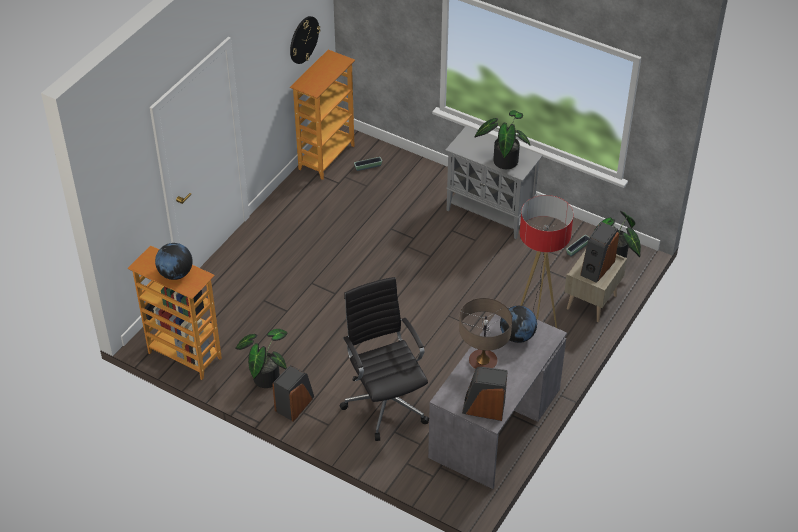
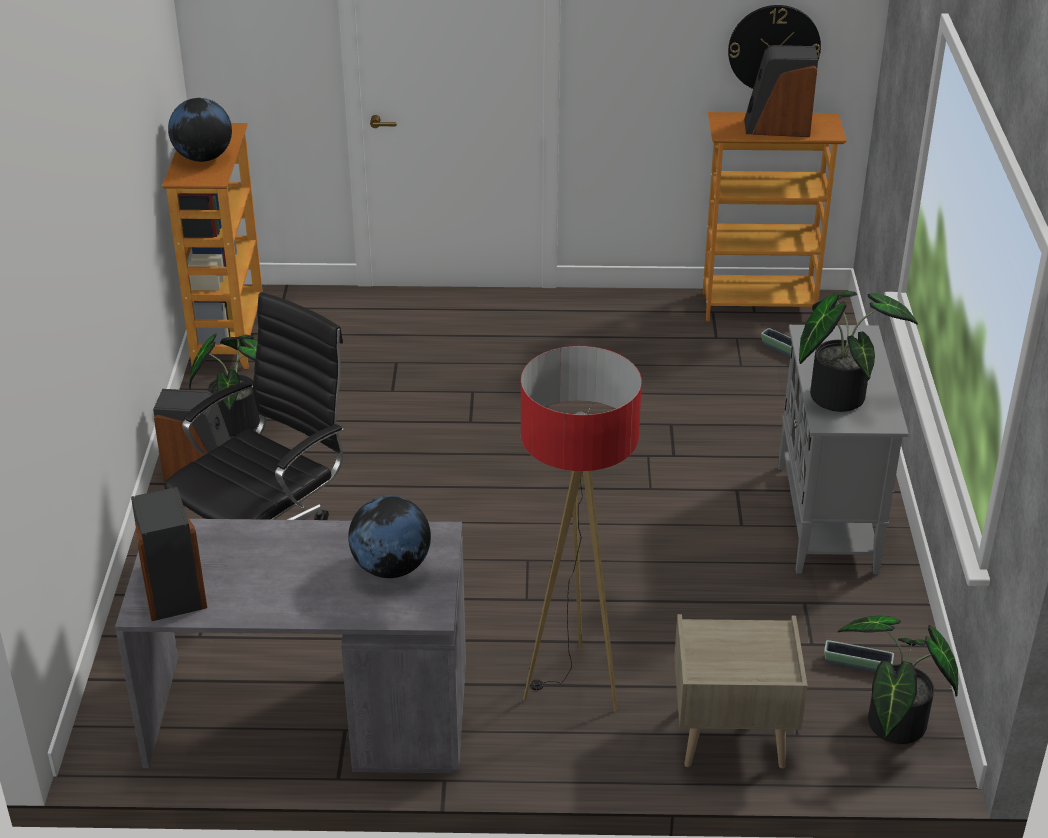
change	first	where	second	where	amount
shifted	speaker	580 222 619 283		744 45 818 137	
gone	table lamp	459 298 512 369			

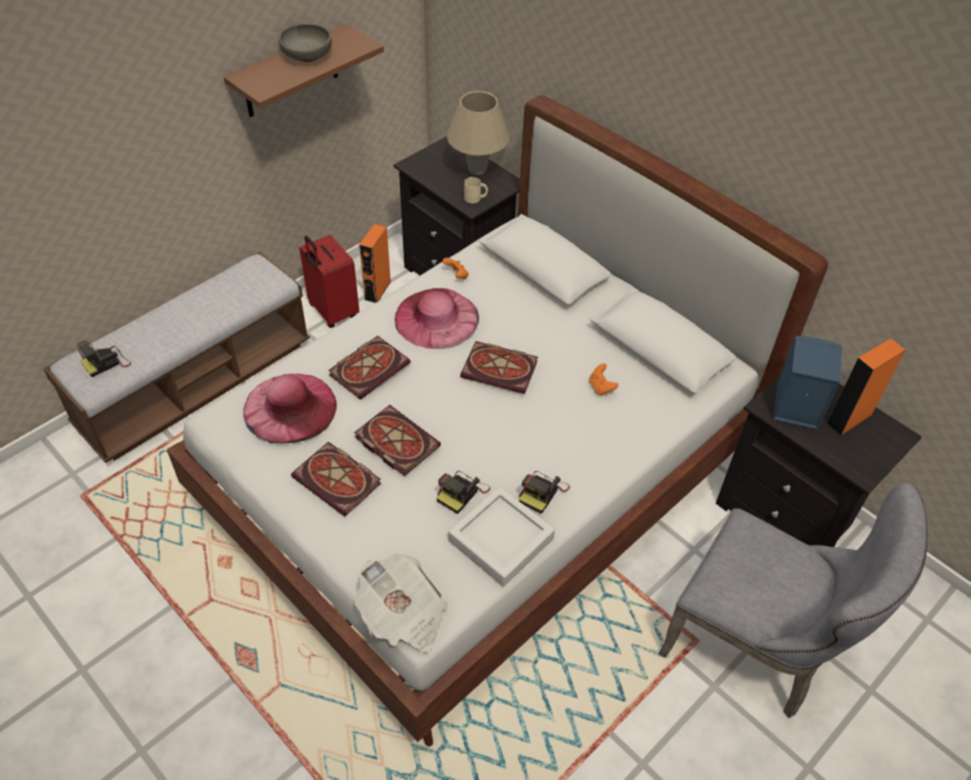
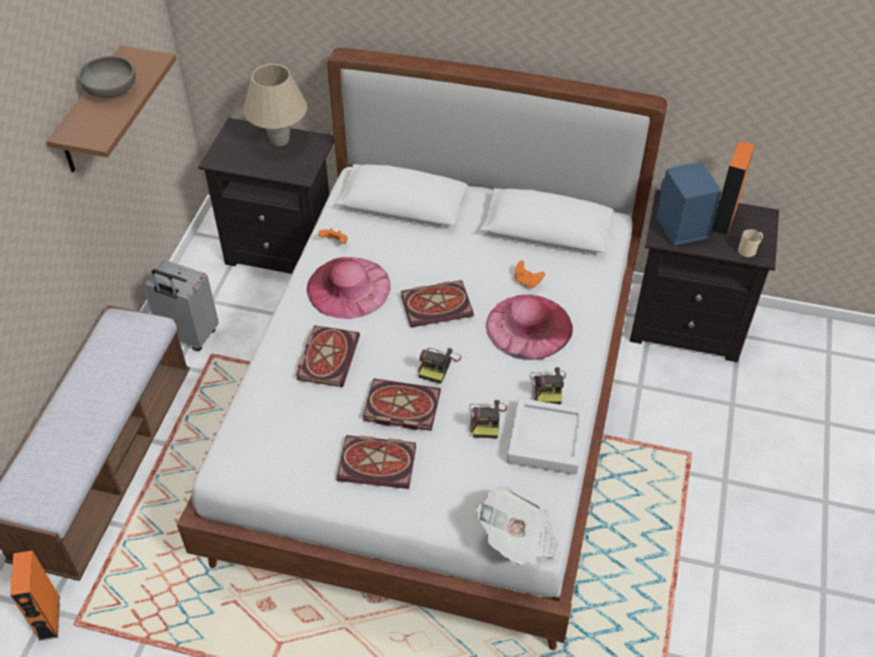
change	first	where	second	where	amount
shifted	beige mug	464 177 488 203		738 229 763 257	
shifted	orange speaker	359 224 391 303		10 550 60 641	
repainted	red suitcase	299 235 359 328	grey suitcase	143 260 219 351	
shifted	photo camera	77 341 131 377		418 348 461 384	
shifted	pink hat	243 373 337 443		486 295 573 360	
gone	grey chair	658 483 928 718			

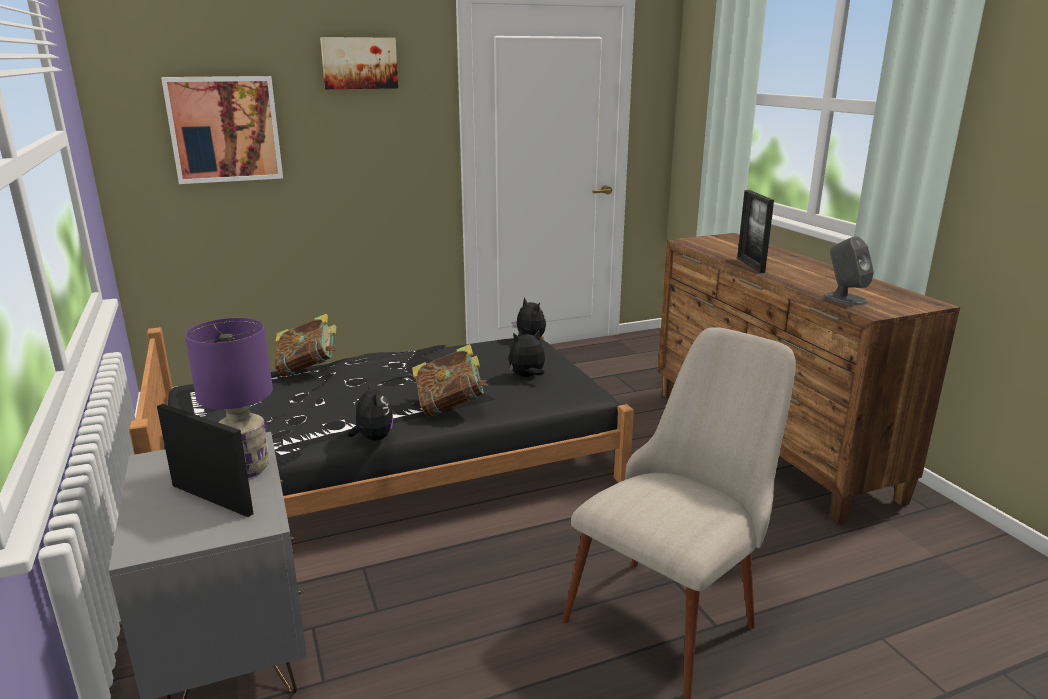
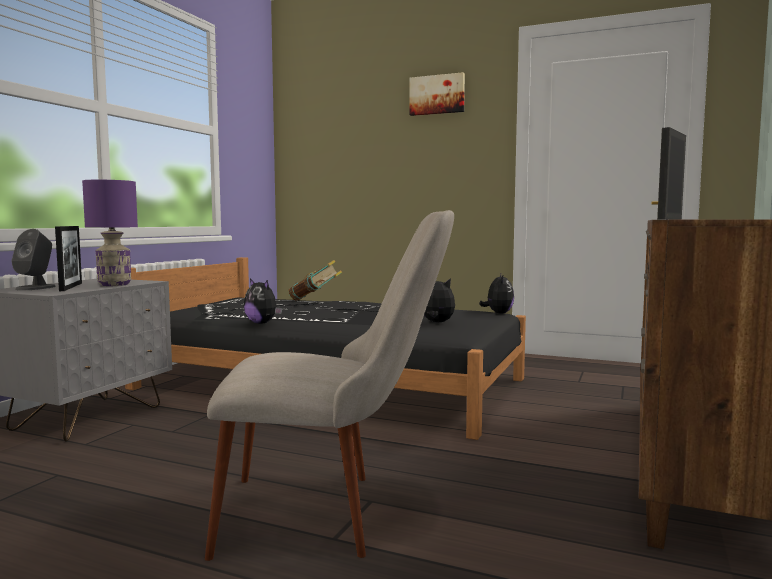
change	first	where	second	where	amount
gone	picture	161 76 283 184			
shifted	grey speaker	823 236 874 306		12 229 56 290	
gone	book	412 344 489 417			
rotated	plush toy	346 382 393 441		244 279 282 324	105 degrees clockwise

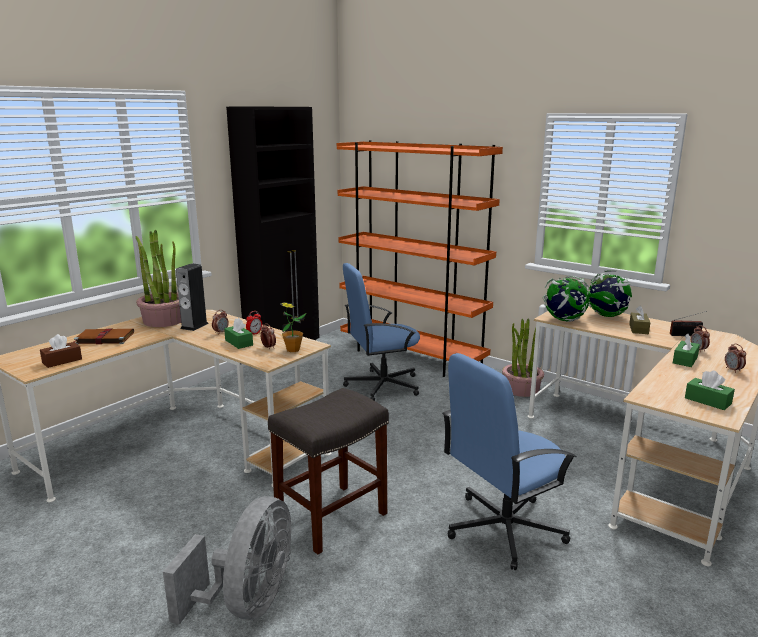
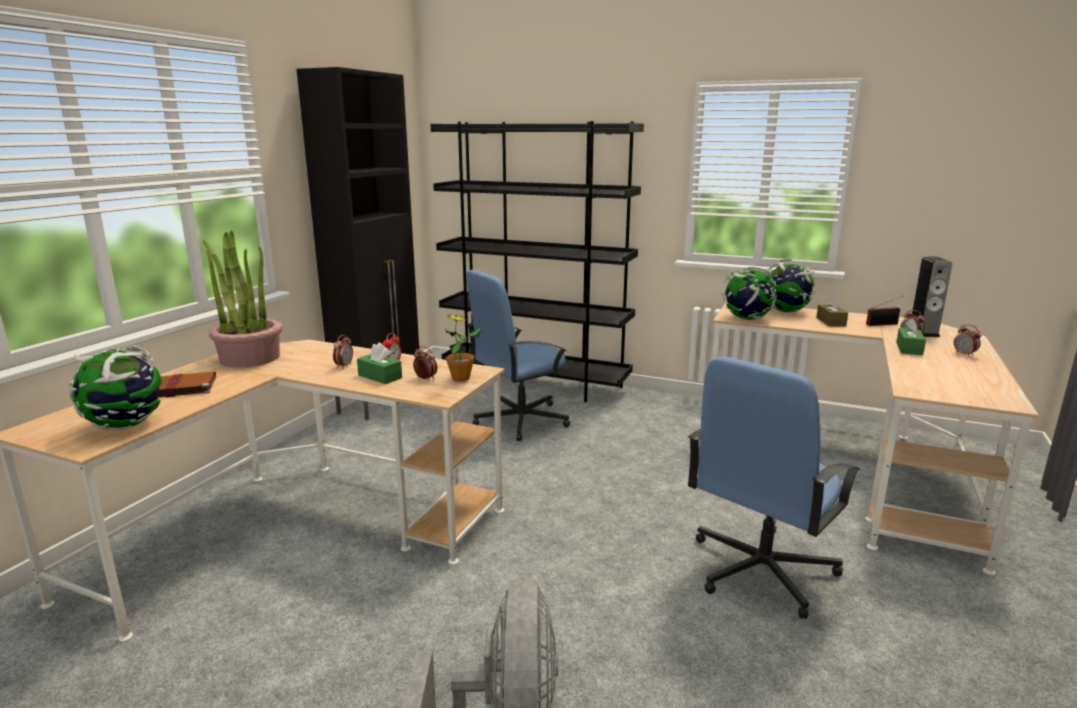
change	first	where	second	where	amount
repainted	orange bookcase	337 140 503 377	black bookcase	431 121 644 402	
shifted	speaker	176 263 209 331		912 256 952 337	
gone	potted plant	502 318 544 397			
swapped	brown tissue box	40 334 82 368	globe	69 345 162 430	
gone	green tissue box	685 371 735 410			
gone	grey stool	268 388 389 555			

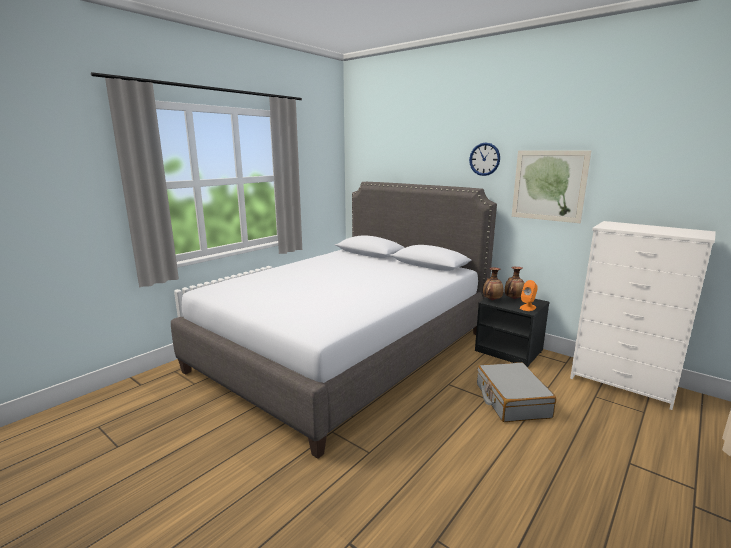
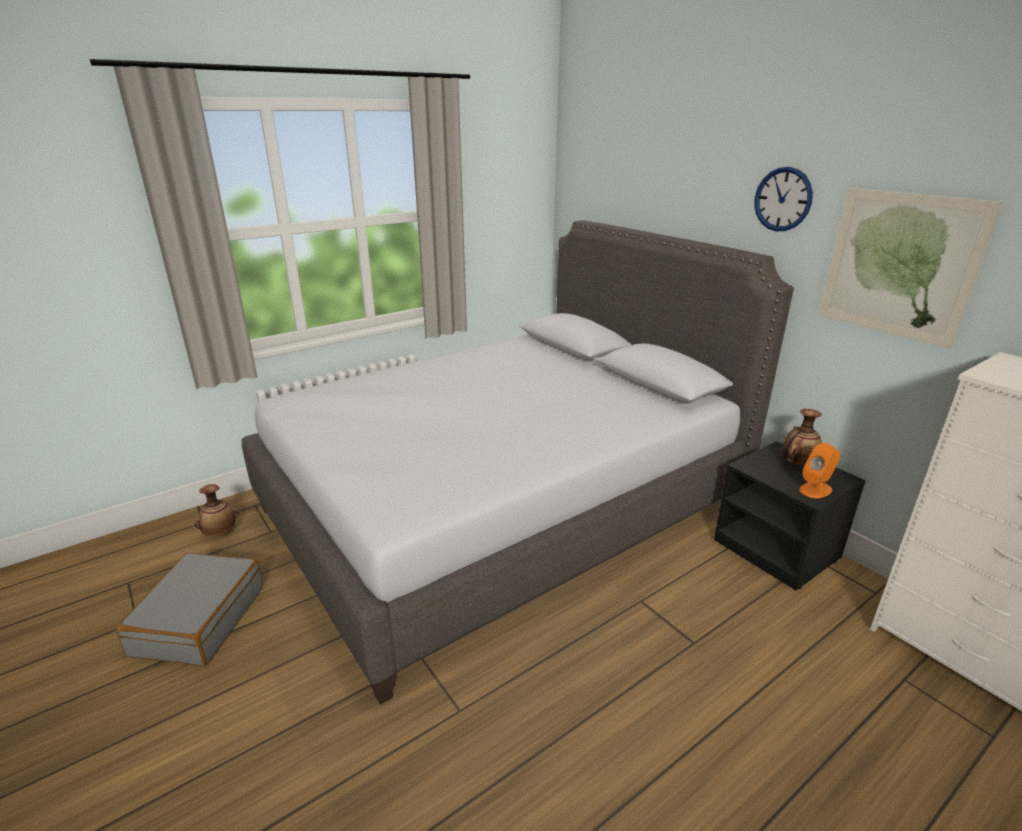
change	first	where	second	where	amount
shifted	vase	483 268 503 300		195 484 239 536	
shifted	grey suitcase	477 362 556 422		116 553 263 666	

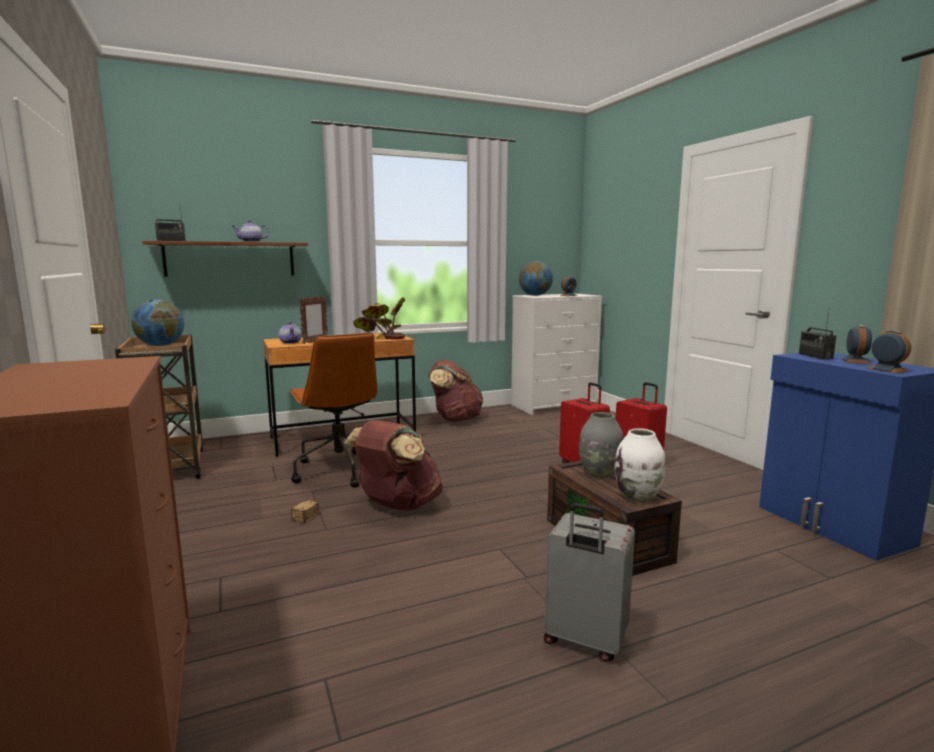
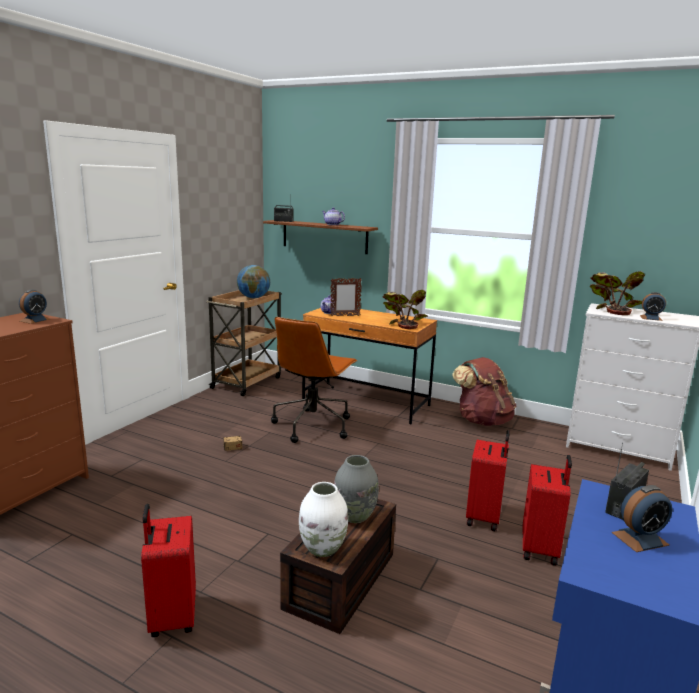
change	first	where	second	where	amount
swapped	globe	519 261 553 296	potted plant	590 271 645 315	
shifted	alarm clock	866 330 911 374		19 290 50 324	
gone	brown backpack	344 420 443 511			
repainted	grey suitcase	544 503 635 662	red suitcase	141 504 196 637	

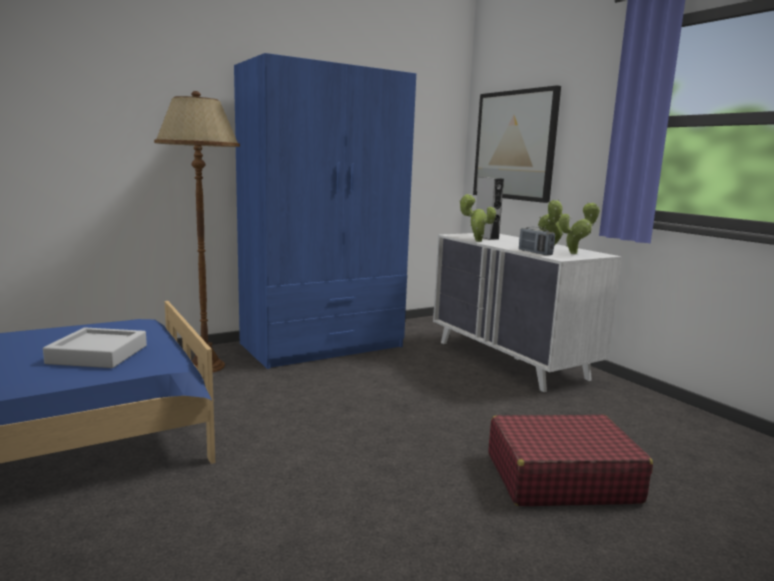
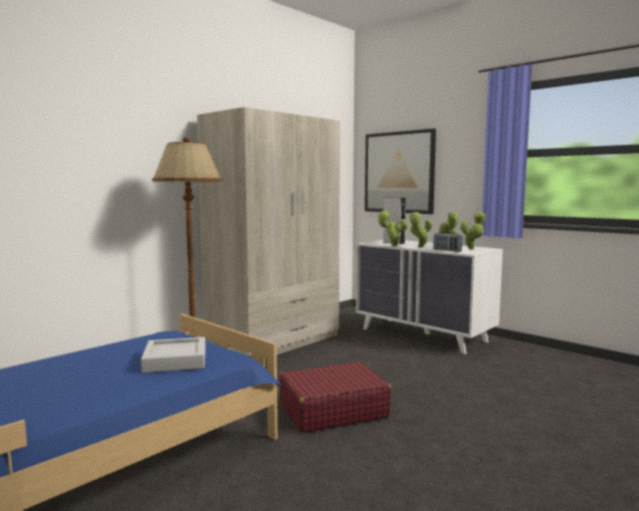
change	first	where	second	where	amount
repainted	blue wardrobe	234 53 416 369	beige wardrobe	197 107 340 359	
shifted	red suitcase	488 415 653 506		280 362 391 433	
new			potted plant	410 212 433 248	

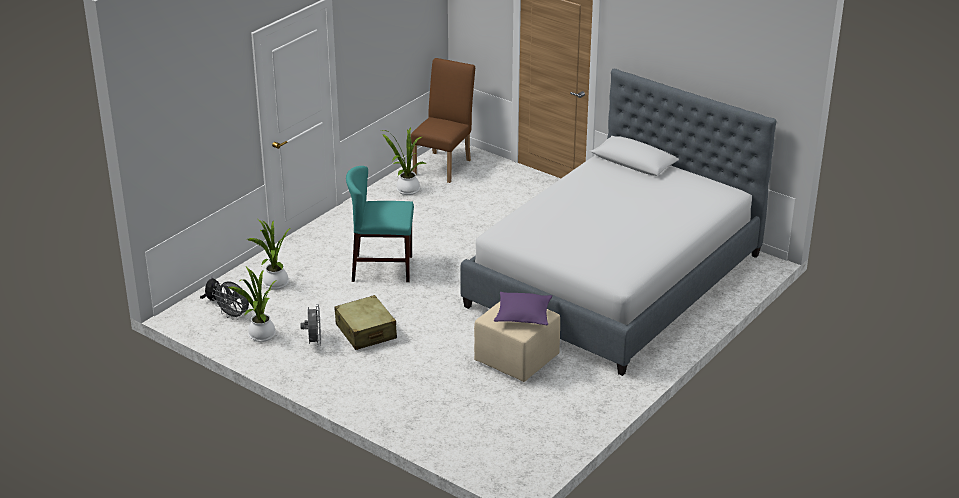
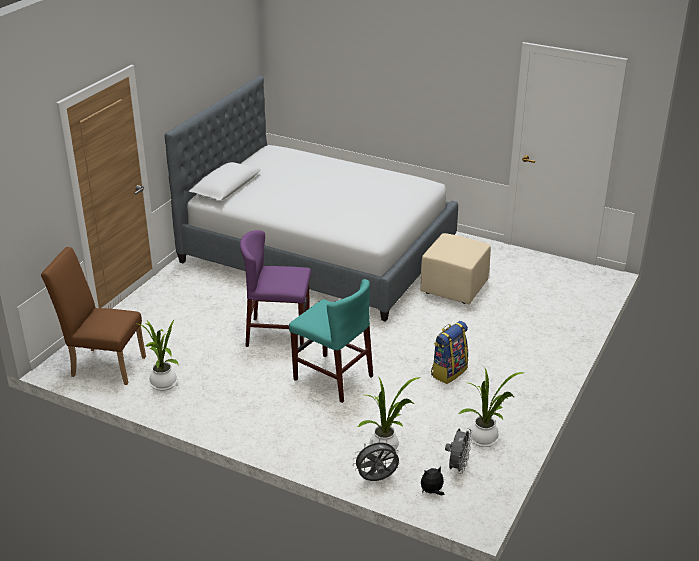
change	first	where	second	where	amount
rotated	turquoise chair	346 166 414 282		289 279 373 403	45 degrees counterclockwise
gone	purple pillow	494 292 552 326			
swapped	beige suitcase	334 295 397 350	backpack	431 321 468 384	
shifted	grey fan	300 304 321 346		353 439 399 481	
new			purple chair	240 230 311 347	

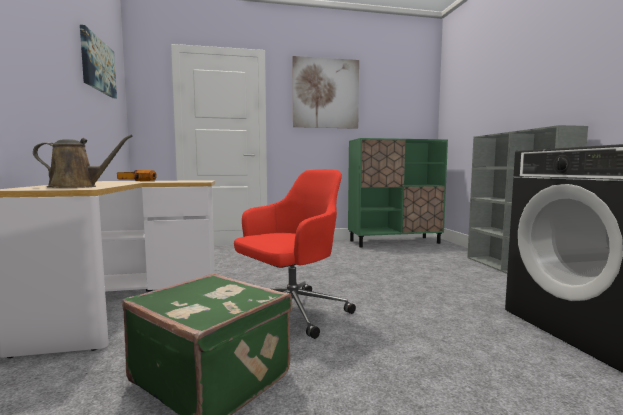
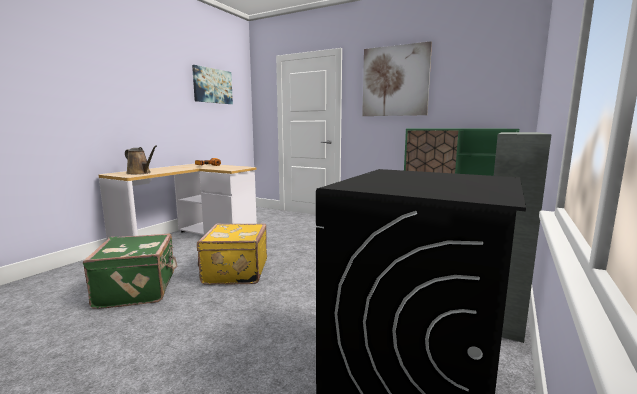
change	first	where	second	where	amount
swapped	red office chair	234 169 356 339	yellow suitcase	197 223 267 285	

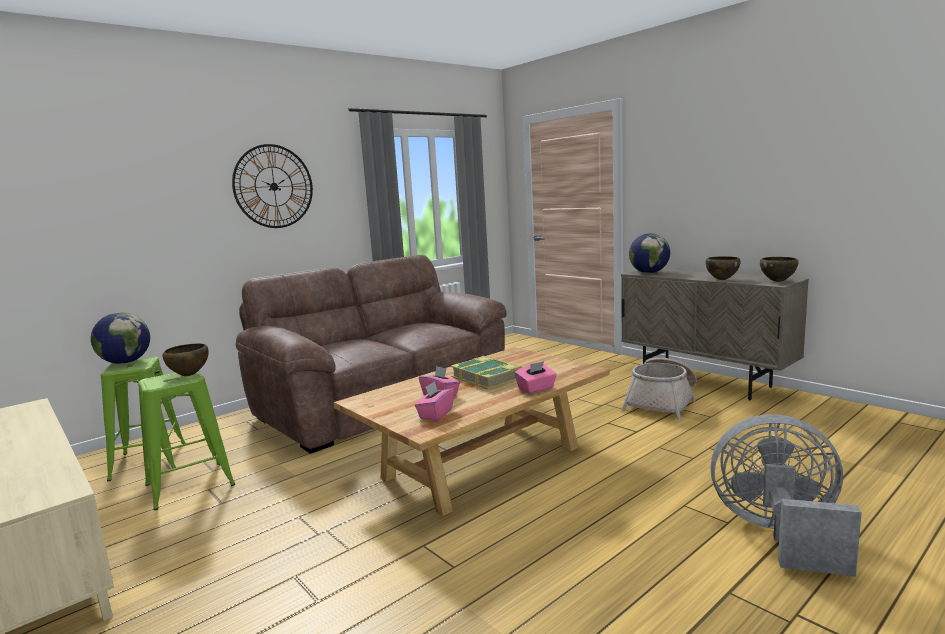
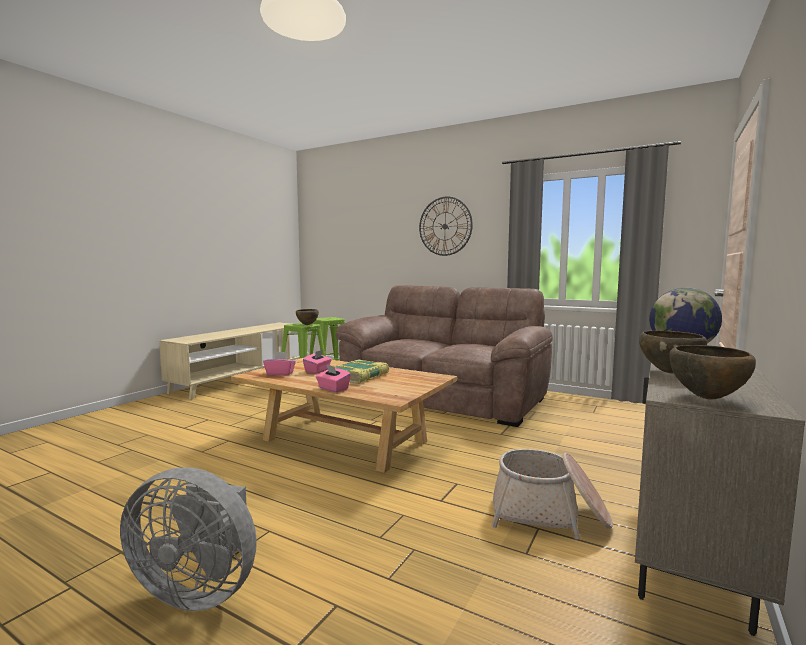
change	first	where	second	where	amount
gone	globe	91 312 150 364			
rotated	grey fan	711 414 862 577		120 467 257 611	105 degrees clockwise

